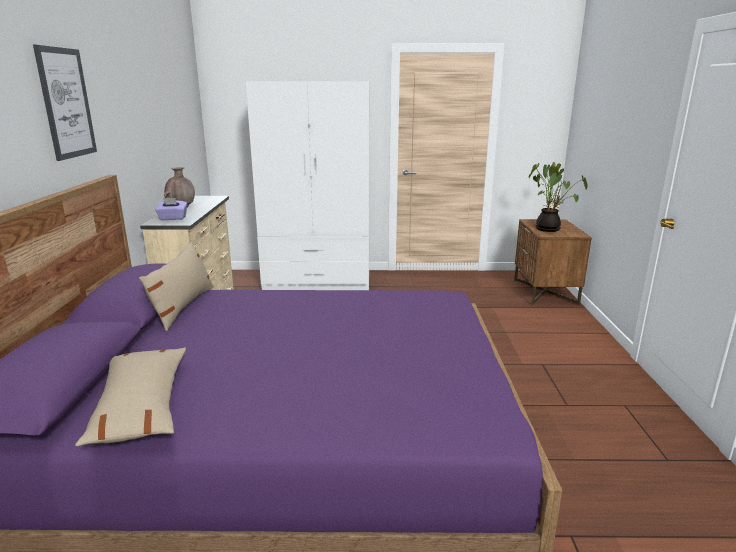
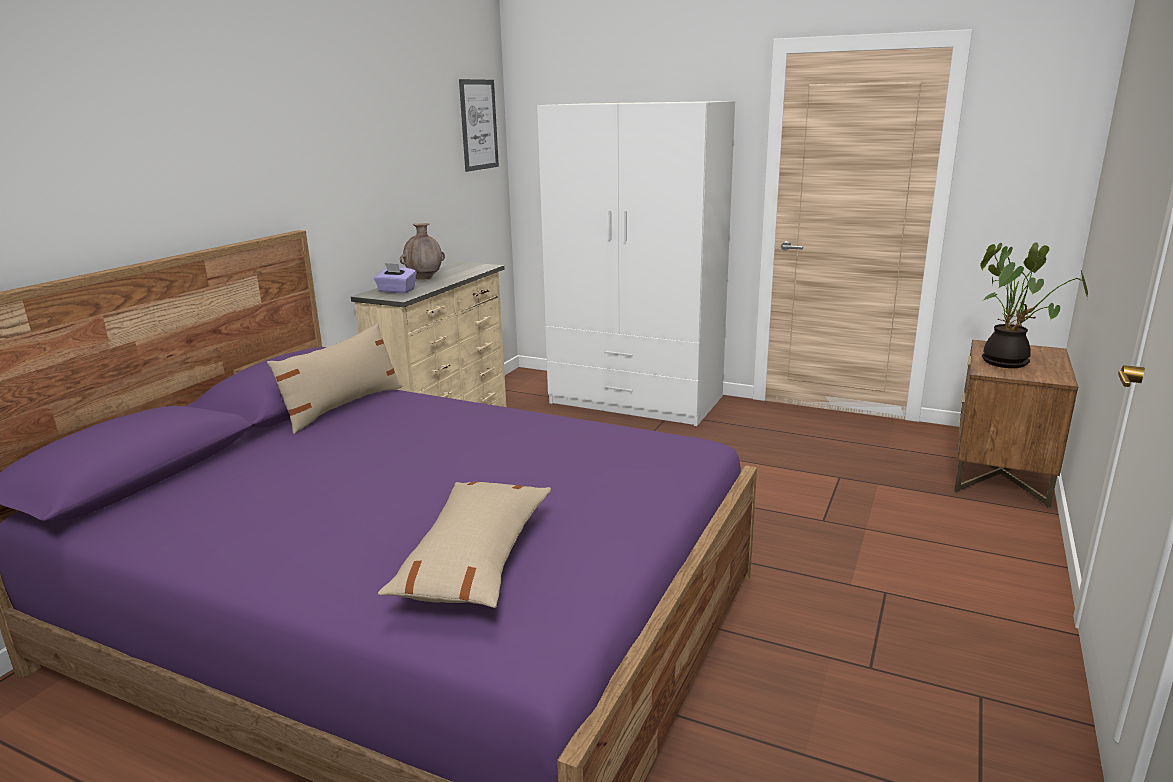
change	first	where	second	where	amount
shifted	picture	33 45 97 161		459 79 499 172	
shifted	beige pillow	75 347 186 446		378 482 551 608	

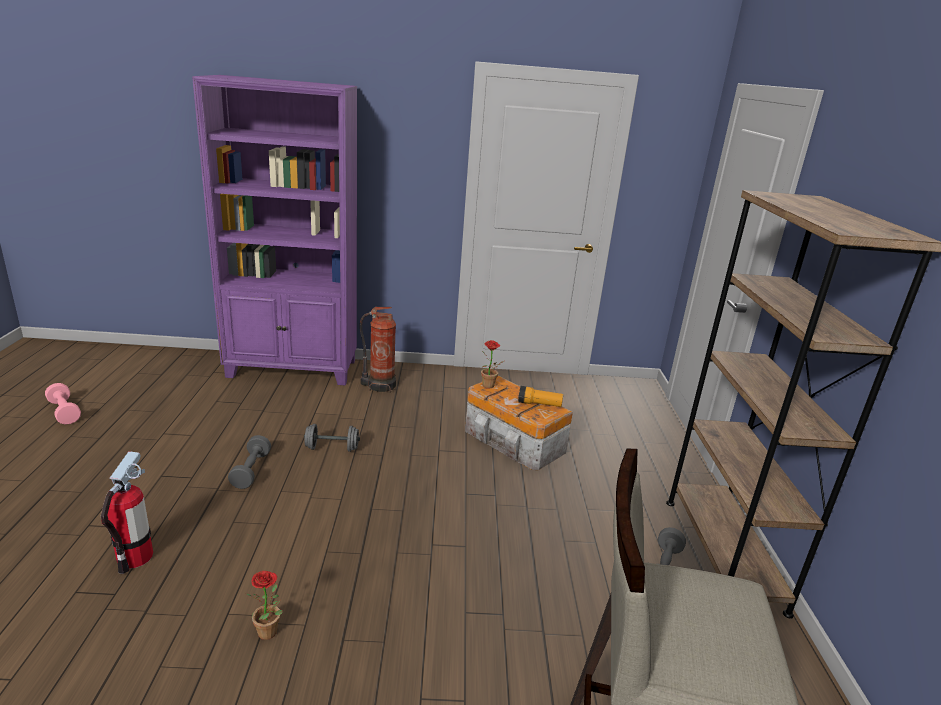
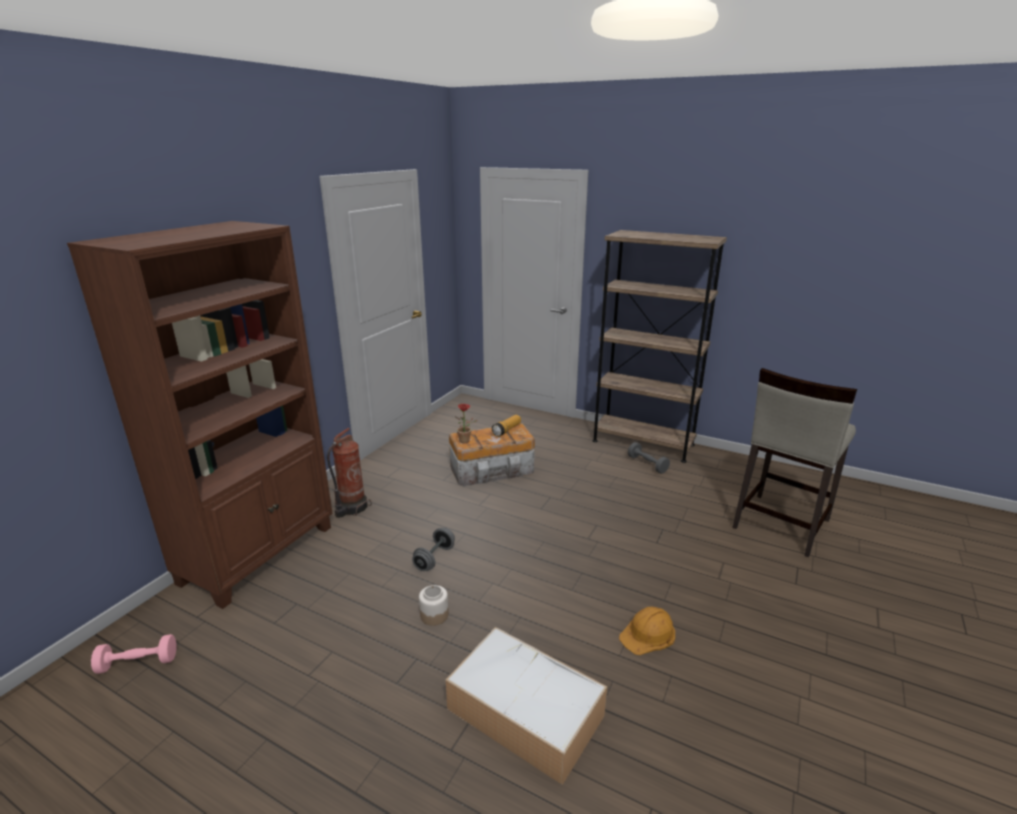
change	first	where	second	where	amount
repainted	purple bookcase	192 75 357 385	brown bookcase	67 221 333 609	
shifted	pink dumbbell	45 383 81 425		91 634 177 674	
swapped	grey dumbbell	228 435 271 489	jar	419 585 449 626	
swapped	fire extinguisher	101 451 153 574	storage box	446 627 607 785	
swapped	potted plant	245 571 283 640	orange hard hat	619 607 675 655	

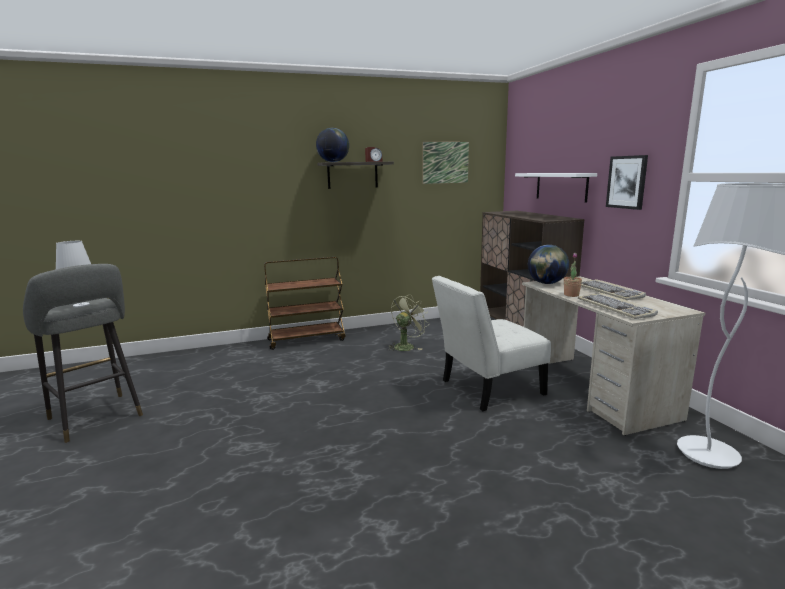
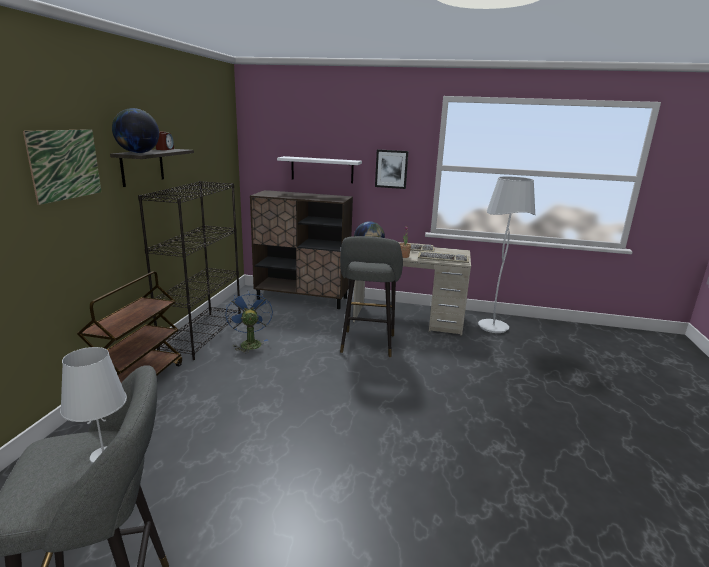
change	first	where	second	where	amount
shifted	picture	423 142 469 184		23 129 102 205	
swapped	white chair	432 276 551 411	grey stool	340 236 403 357	
repainted	green fan	388 294 430 351	blue fan	226 291 273 353	
new			black bookcase	138 181 241 360	

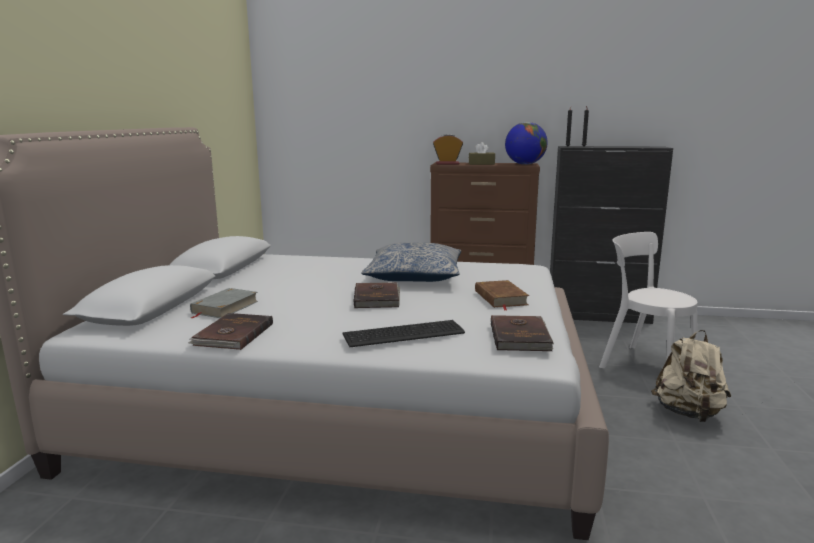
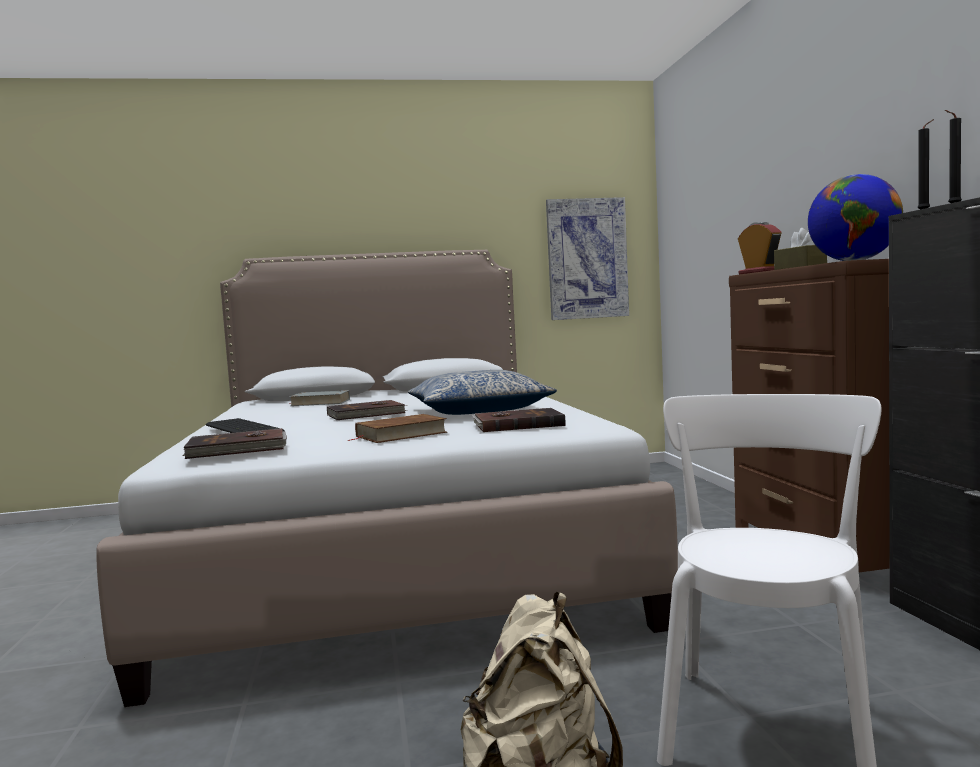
change	first	where	second	where	amount
shifted	brown book	188 313 273 350		472 408 565 432	
new			picture	546 197 629 320	

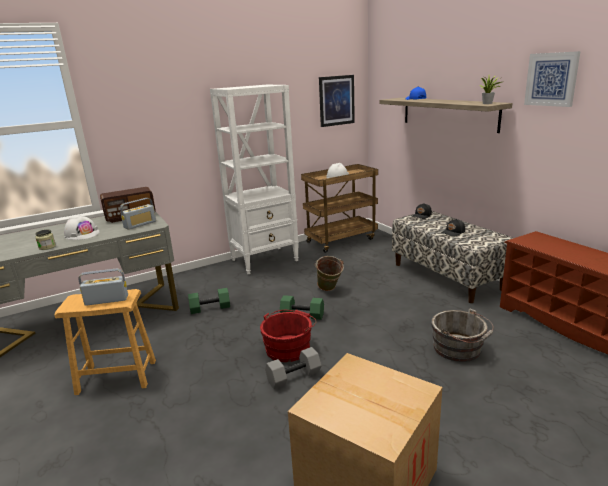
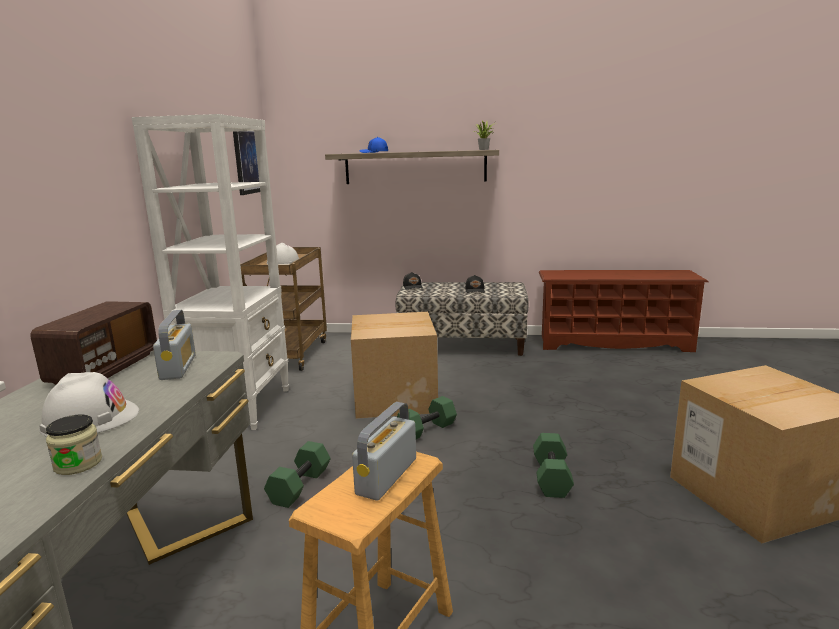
change	first	where	second	where	amount
gone	picture	524 51 581 107			
swapped	green bucket	315 256 344 291	cardboard box	351 312 438 419	
gone	grey bucket	431 308 494 362			
gone	red bucket	260 310 317 362			
repainted	grey dumbbell	265 347 321 389	green dumbbell	533 433 574 498	

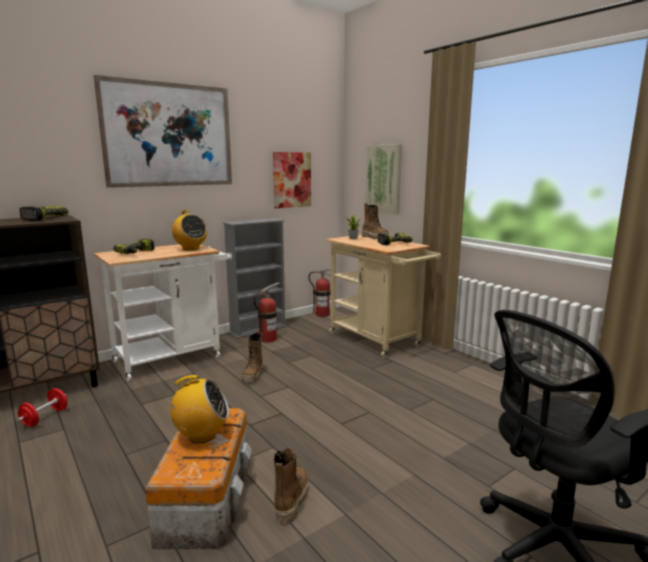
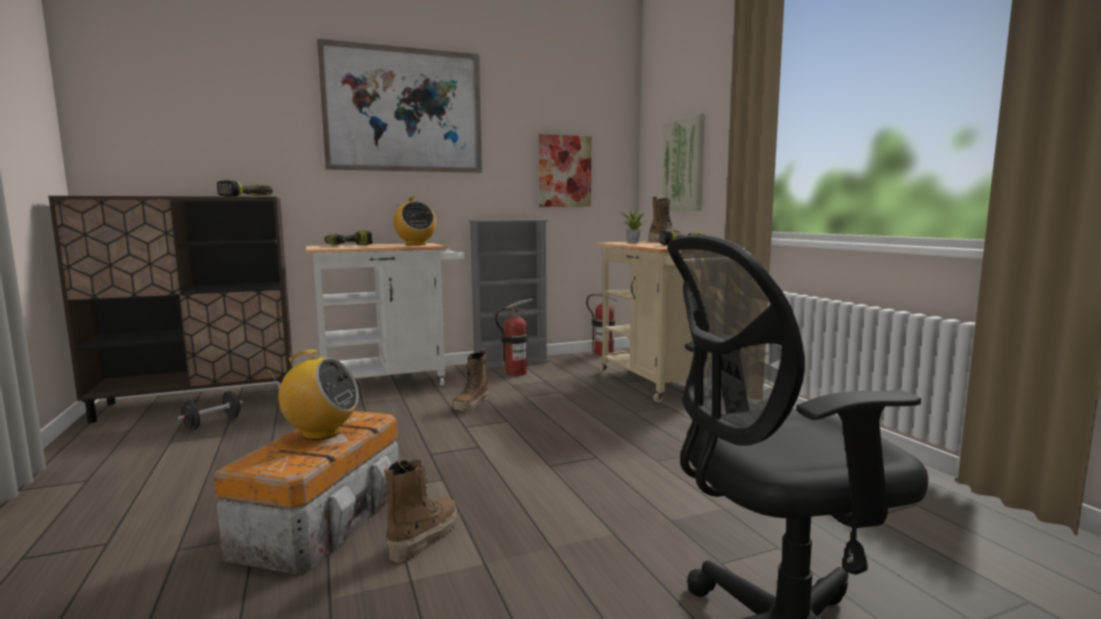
change	first	where	second	where	amount
repainted	red dumbbell	18 388 67 427	black dumbbell	177 391 243 430	

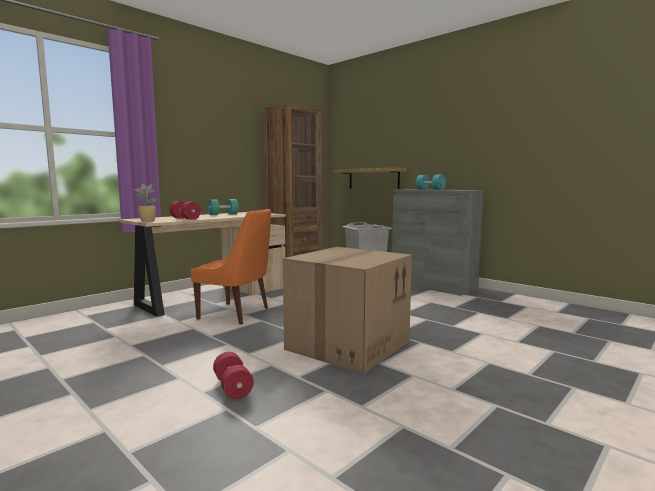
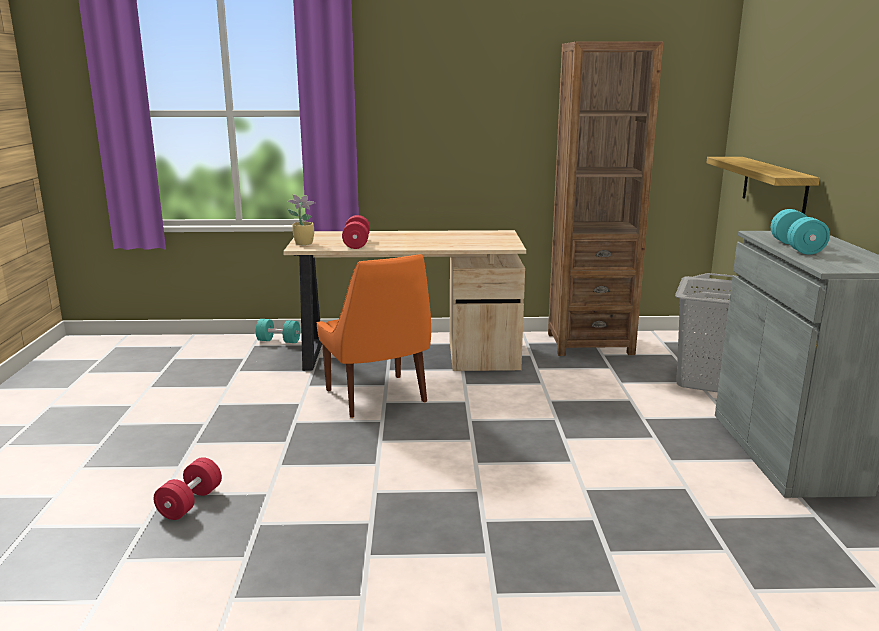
change	first	where	second	where	amount
shifted	turquoise dumbbell	208 199 239 215		256 319 301 343	
gone	cardboard box	283 247 412 374			

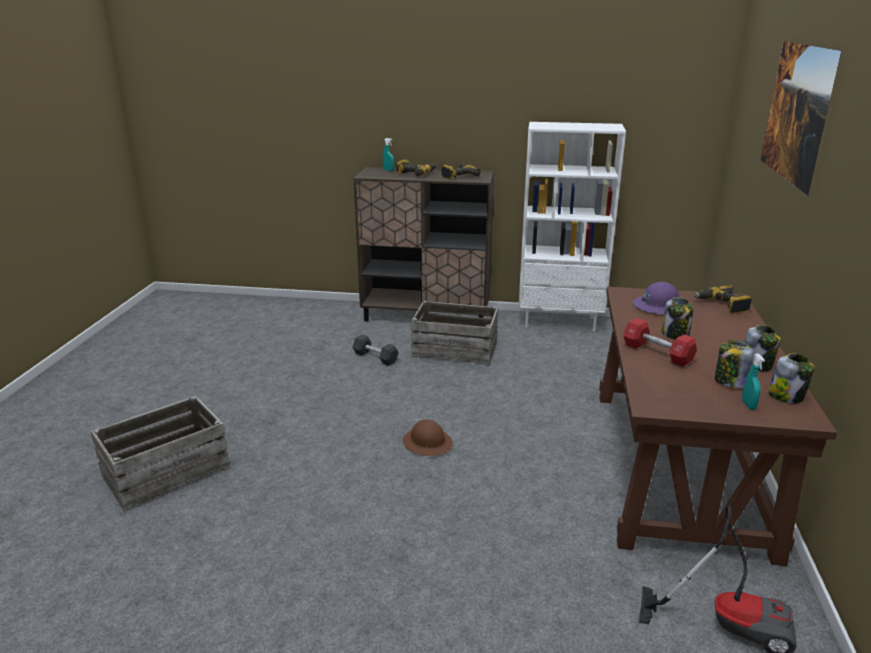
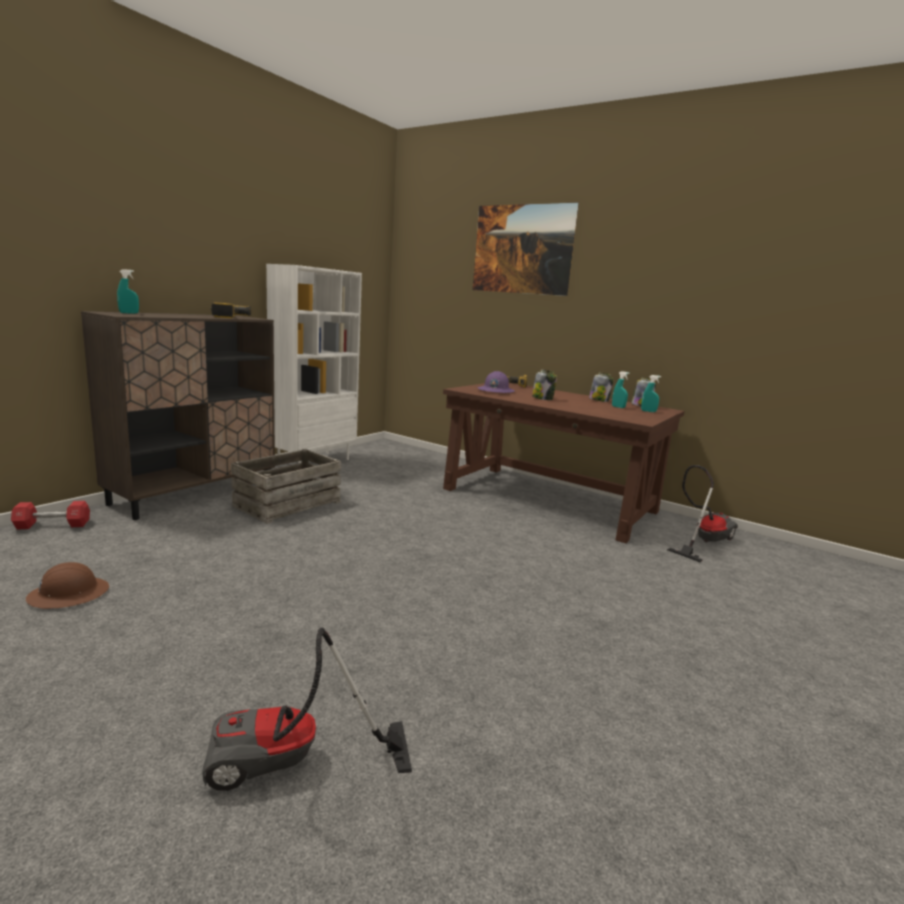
change	first	where	second	where	amount
gone	power drill	396 160 436 177			
shifted	red dumbbell	623 318 697 367		11 501 90 529	
gone	black dumbbell	352 334 399 366			
swapped	jar	715 340 754 389	turquoise spray bottle	612 371 630 408	
swapped	crate	90 396 231 512	vacuum cleaner	202 627 412 791	
shifted	brown hard hat	403 420 453 456		26 562 109 609	

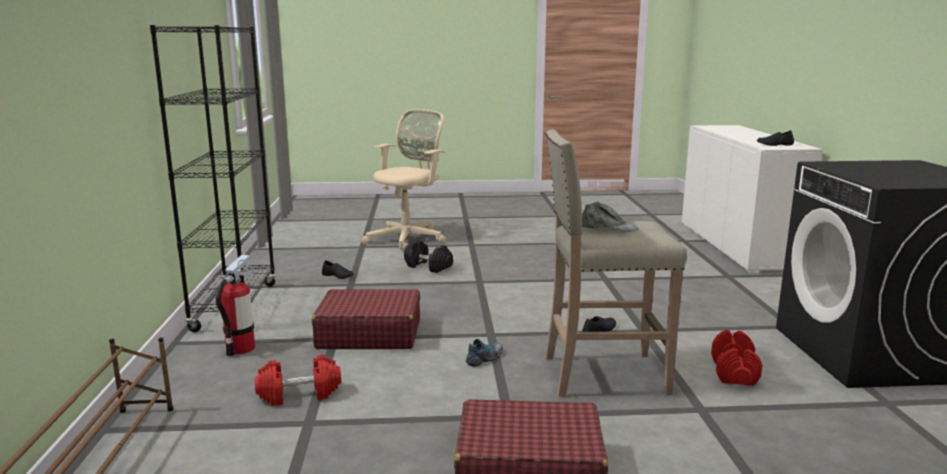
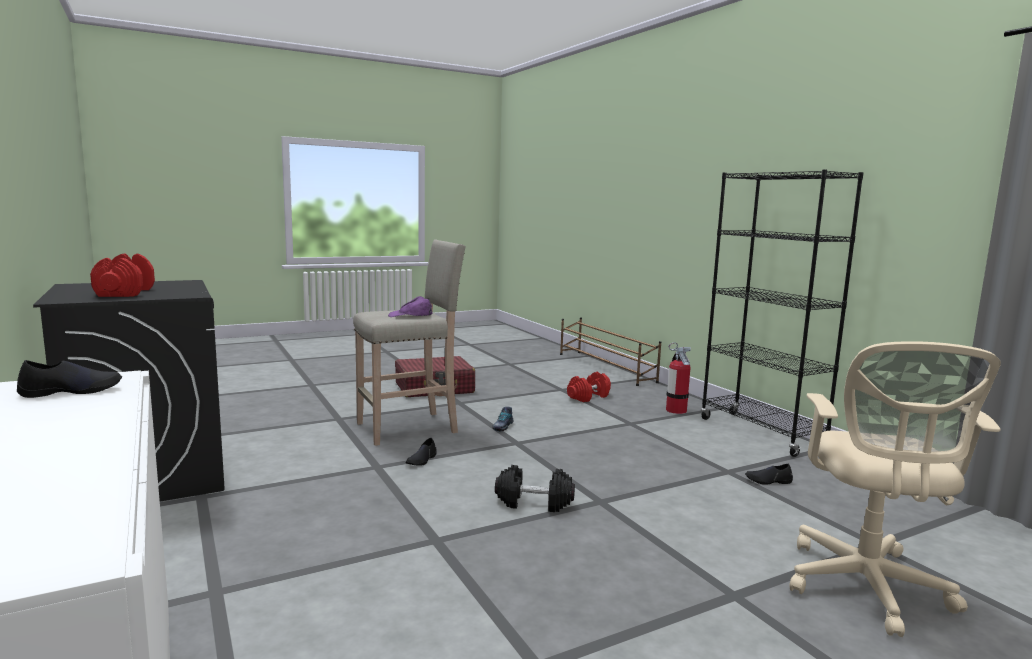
change	first	where	second	where	amount
repainted	grey cap	582 202 638 232	purple cap	388 296 433 317	
shifted	black dumbbell	404 240 453 273		495 465 575 512	
gone	red suitcase	312 289 420 349			
shifted	red dumbbell	711 330 763 386		90 254 155 297	

